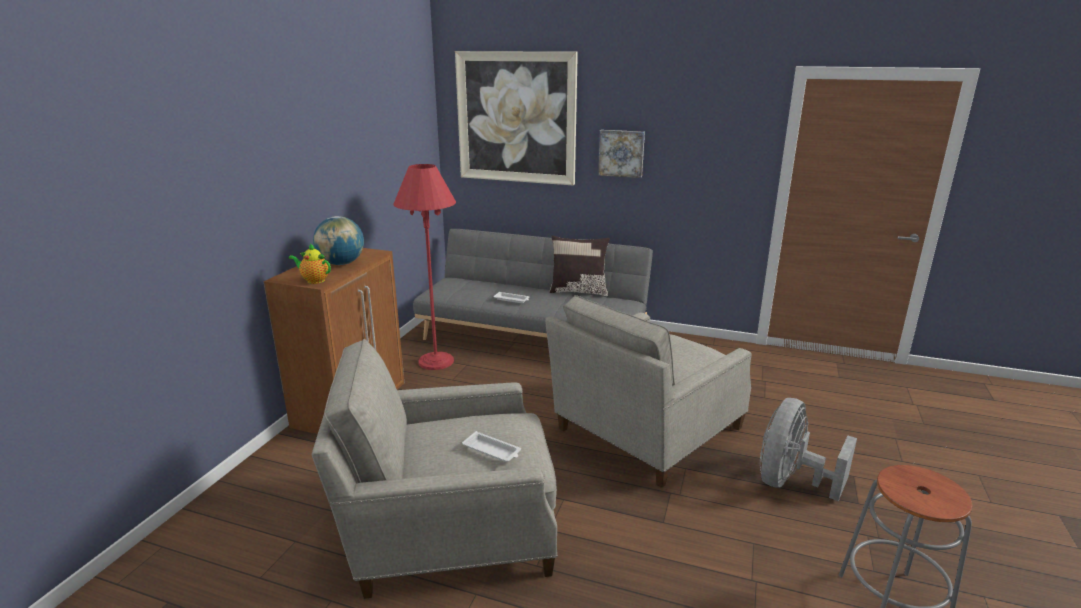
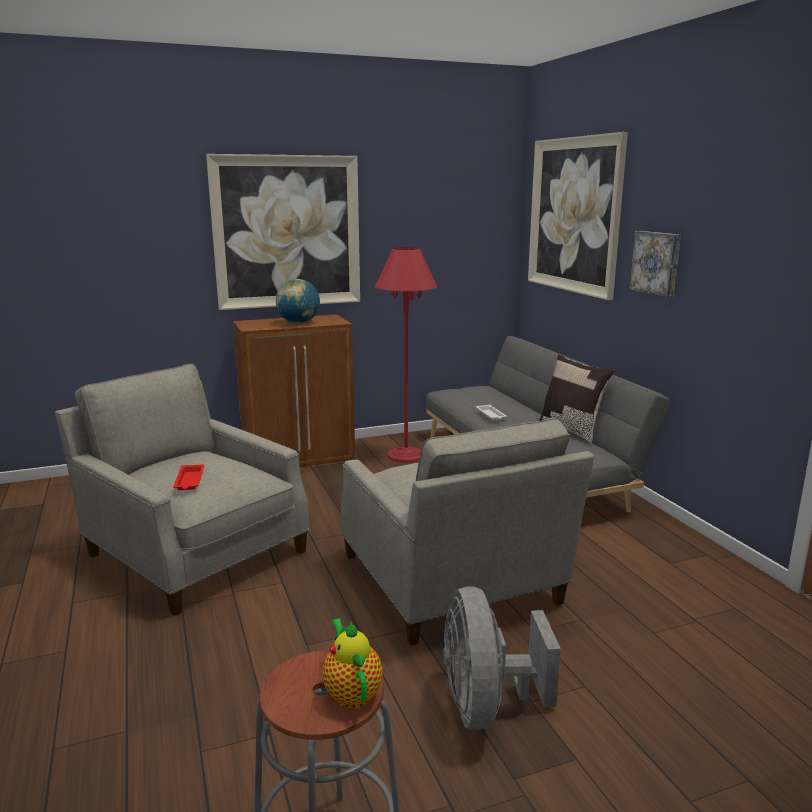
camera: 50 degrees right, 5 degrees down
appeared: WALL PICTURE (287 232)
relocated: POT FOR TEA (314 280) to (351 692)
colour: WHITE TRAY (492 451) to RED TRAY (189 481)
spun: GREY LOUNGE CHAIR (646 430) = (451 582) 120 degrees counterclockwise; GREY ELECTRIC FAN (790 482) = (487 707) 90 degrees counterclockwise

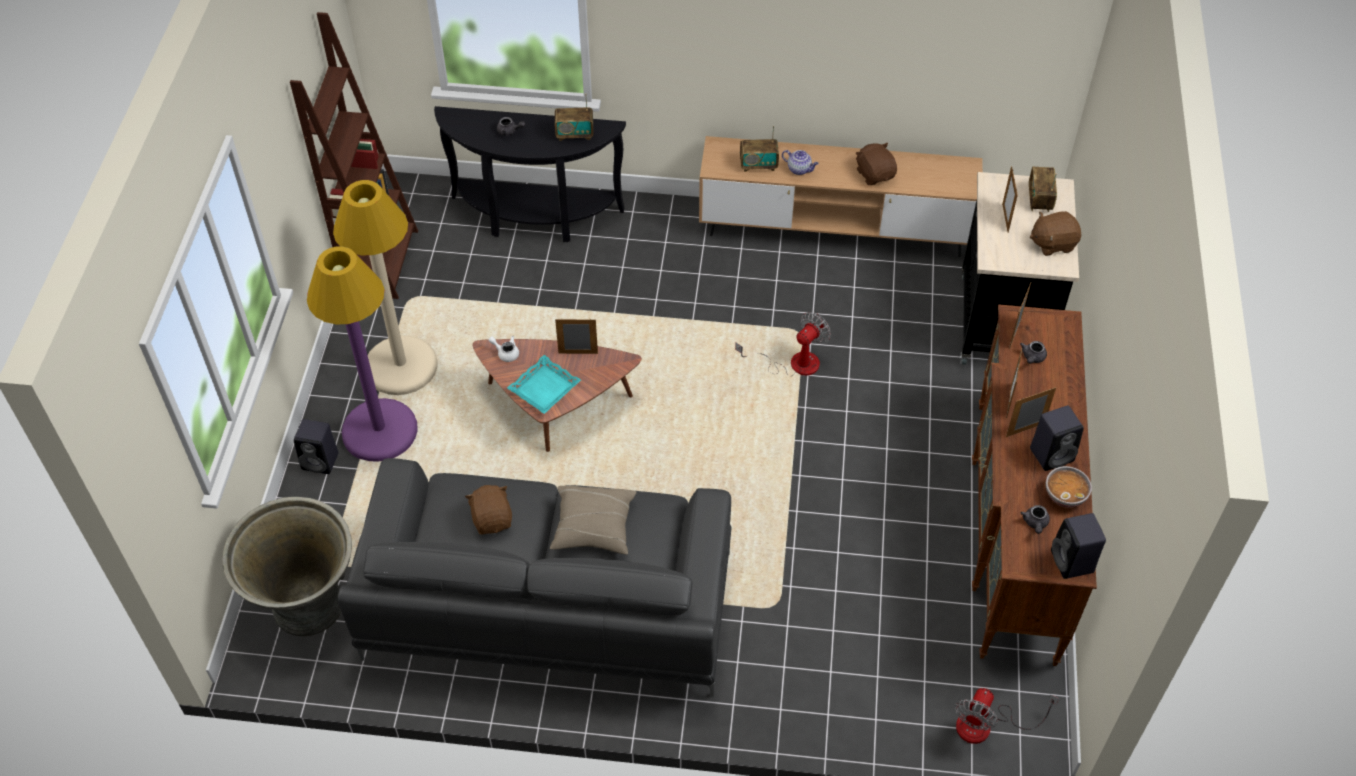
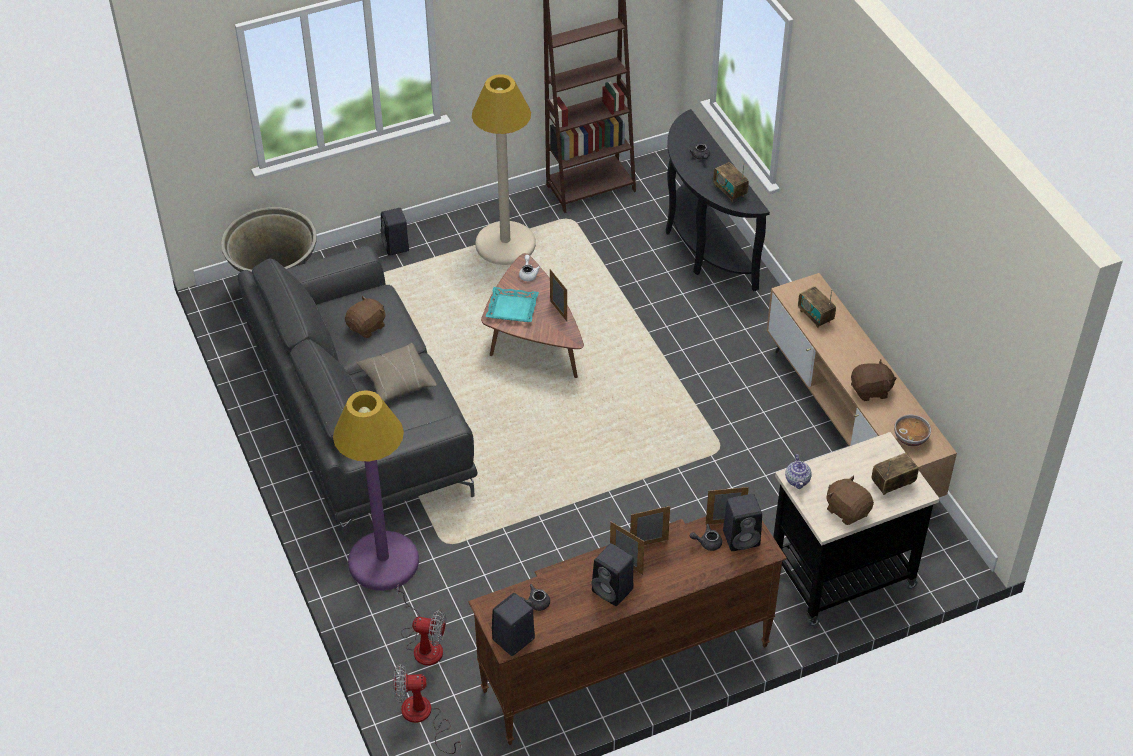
camera: 60 degrees right, 5 degrees down
missing: PHOTO FRAME (1005 218)
appeared: BLACK-COLOURED SPEAKER (742 538)
relocated: POT FOR TEA (799 169) to (797 481); PURPLE-COLOURED FLOOR LAMP (380 431) to (383 561); ELECTRIC FAN (793 363) to (423 644); BOWL (1064 495) to (911 438)
spun: BROWNISH SOFT TOY (875 174) = (871 390) 45 degrees clockwise

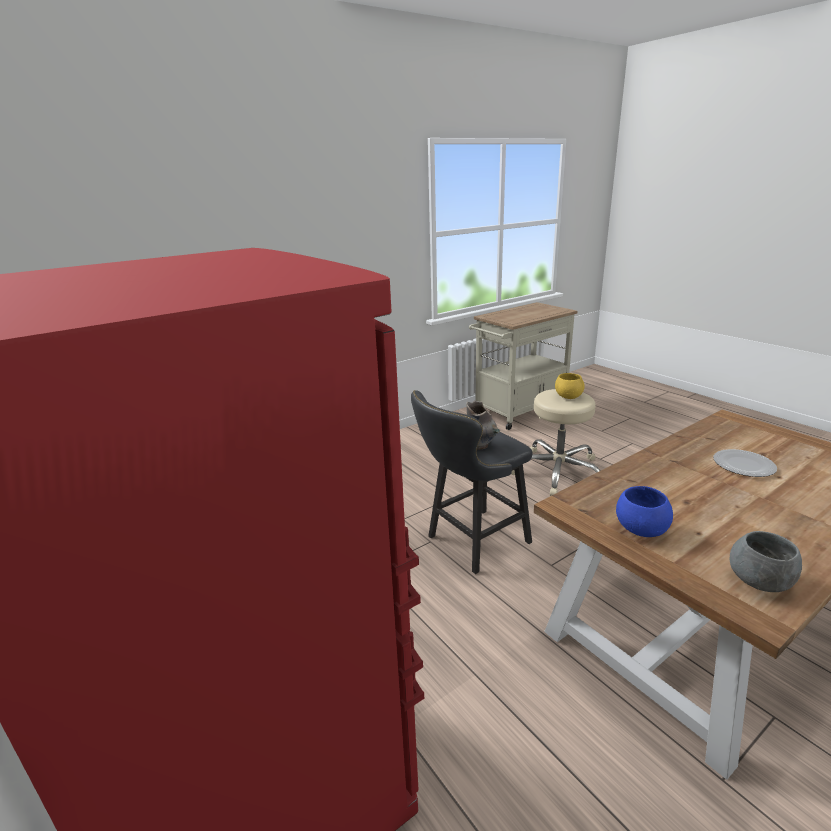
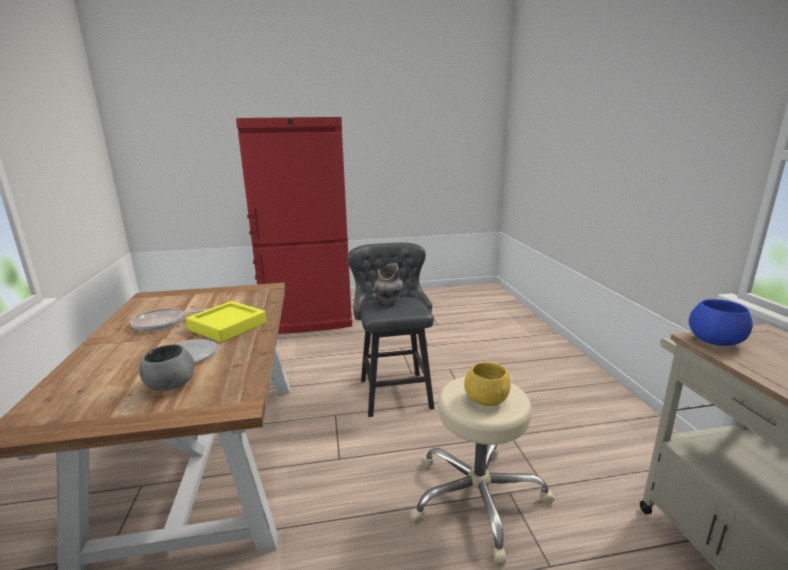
camera: 115 degrees right, 5 degrees down
appeared: YELLOW-COLOURED TRAY (227 326); SKILLET (162 323)
relocated: BLUE BOWL (641 529) to (715 341); GREY BOWL (759 582) to (171 385)

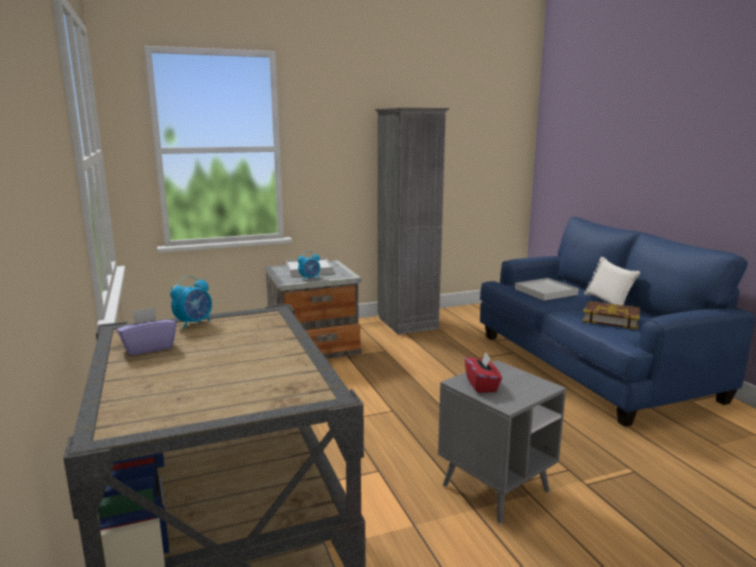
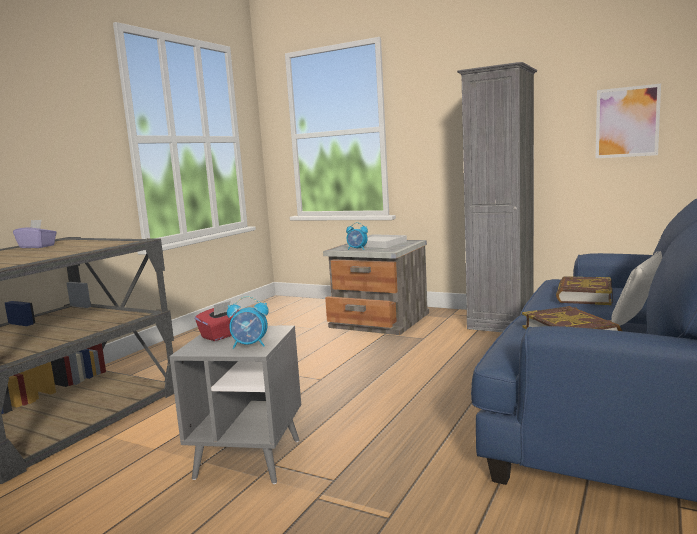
camera: 50 degrees right, 5 degrees down
appeared: WALL PICTURE (627 122)
relocated: TABLE CLOCK (194 323) to (250 345)
exchanged: WHITE TRAY (545 292) to BOUND BOOK (583 296)

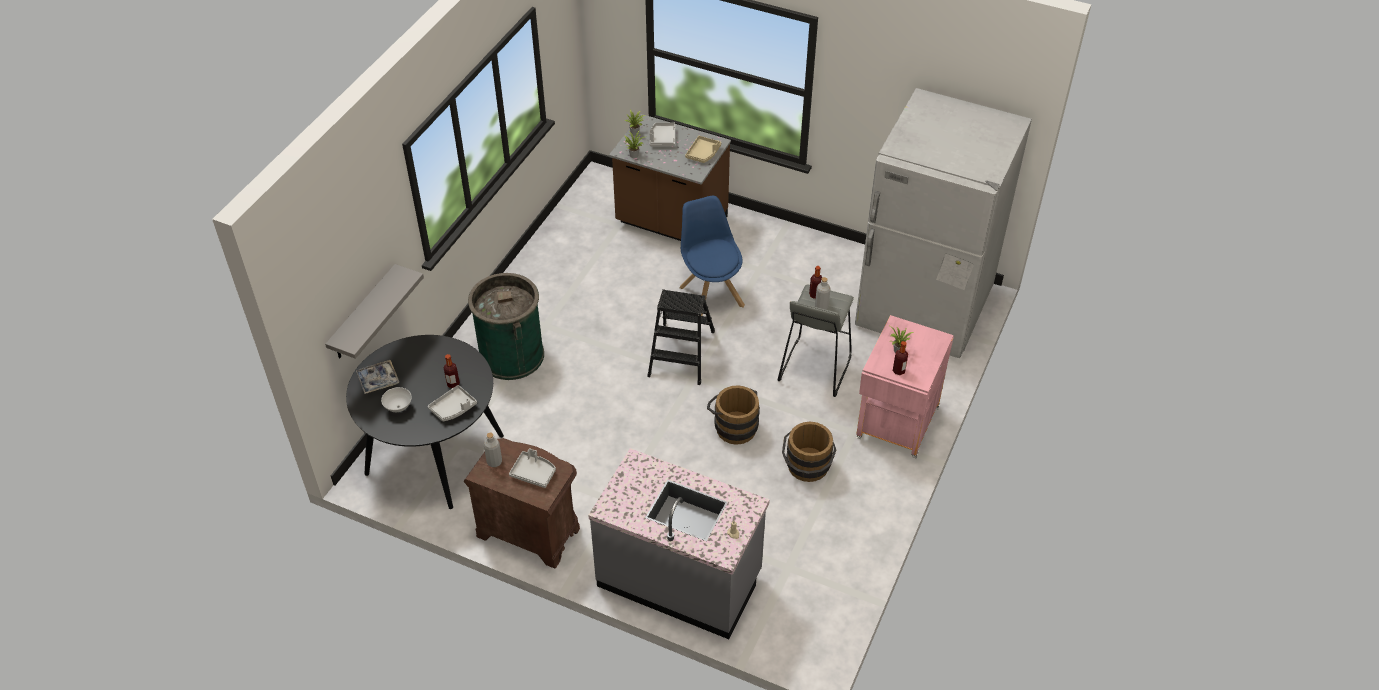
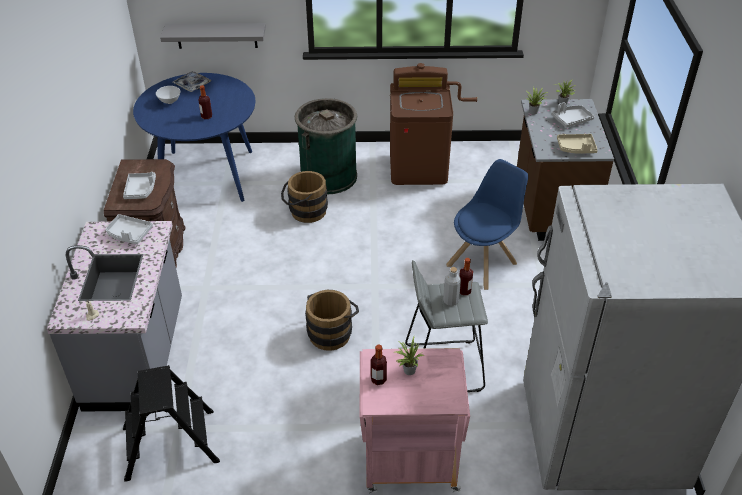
camera: 65 degrees right, 5 degrees down
missing: GREY DRINK BOTTLE (494 462)
appeared: BROWNISH LAUNDRY MACHINE (420 169)
relocated: BLACK-COLOURED STEPLADDER (681 353) to (170 444); GREY TRAY (453 408) to (129 234); BROWNISH PAIL (807 469) to (304 211)
colour: BLACK-COLOURED DINING TABLE (435 455) to BLUE DINING TABLE (206 176)

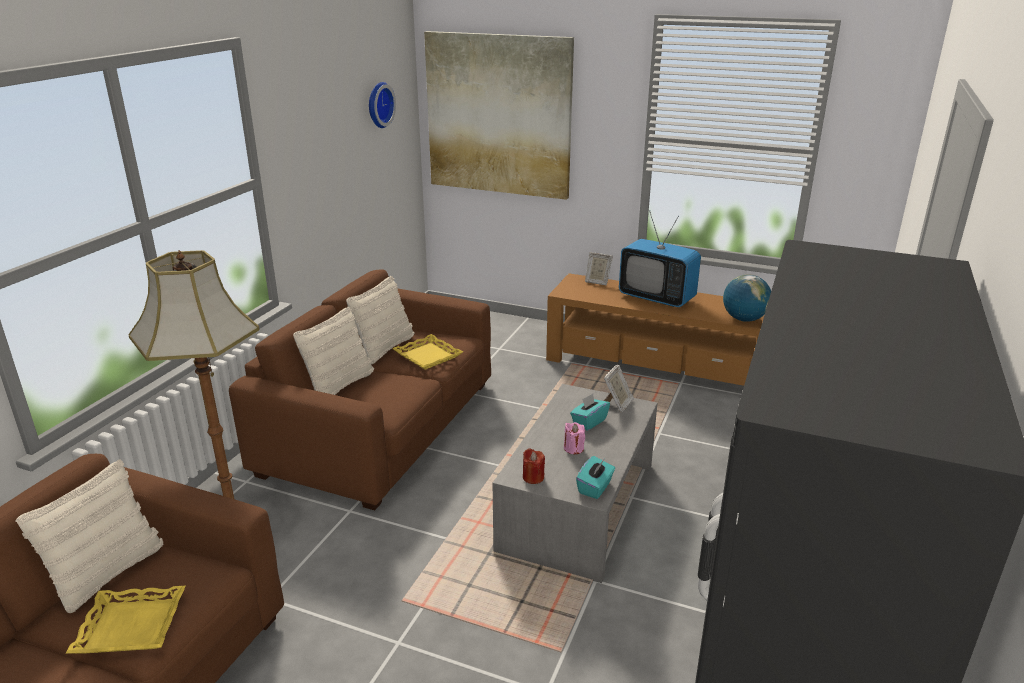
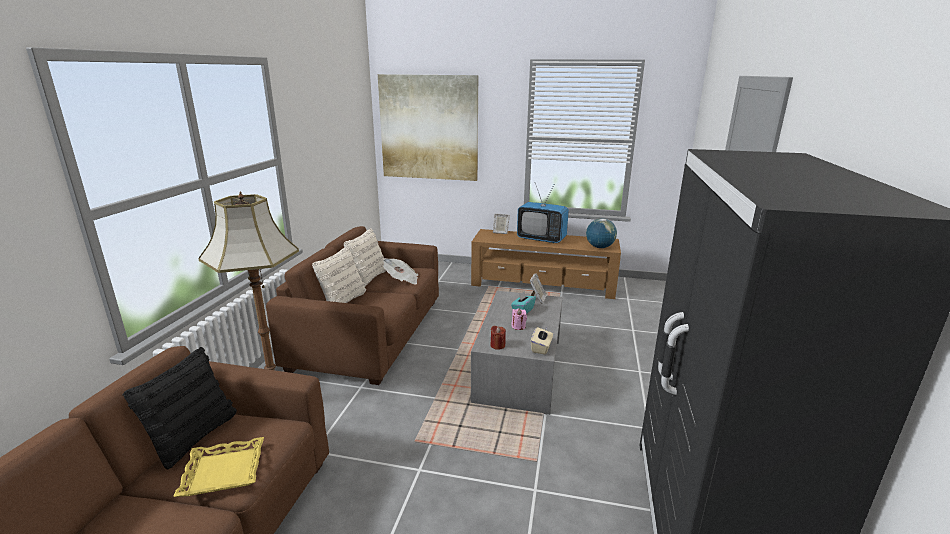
camera: 10 degrees left, 5 degrees down
missing: HANGING CLOCK (378 105)
exchanged: YELLOW-COLOURED TRAY (428 356) to PRINTED PAPER (401 280)
colour: TURQUOISE TISSUE BOX (595 488) to BEIGE-COLOURED TISSUE BOX (541 348); BEIGE-COLOURED CUSHION (108 574) to BLACK-COLOURED CUSHION (194 438)

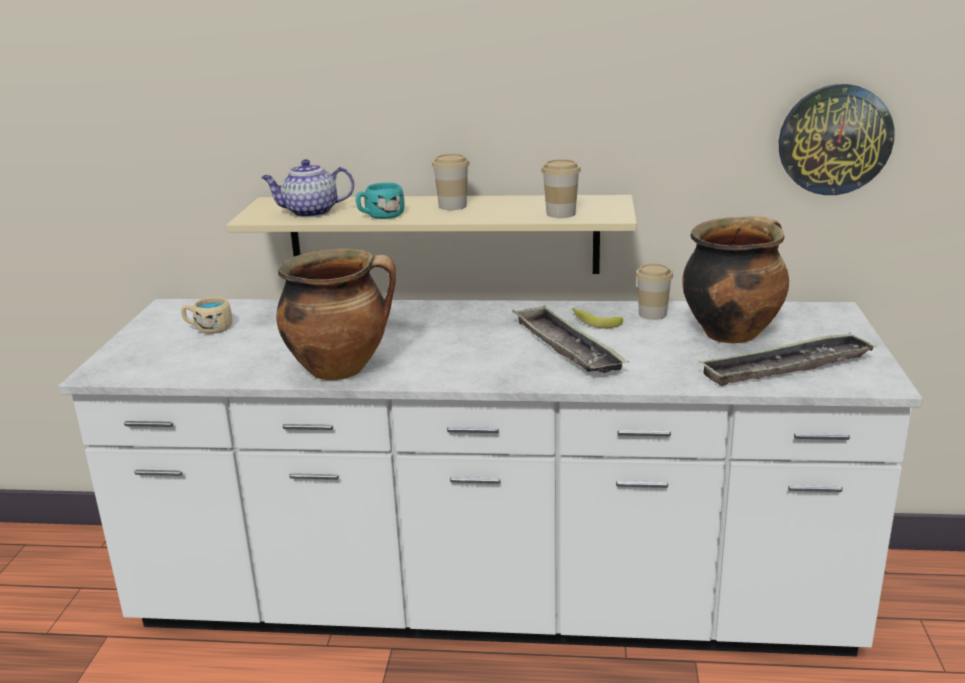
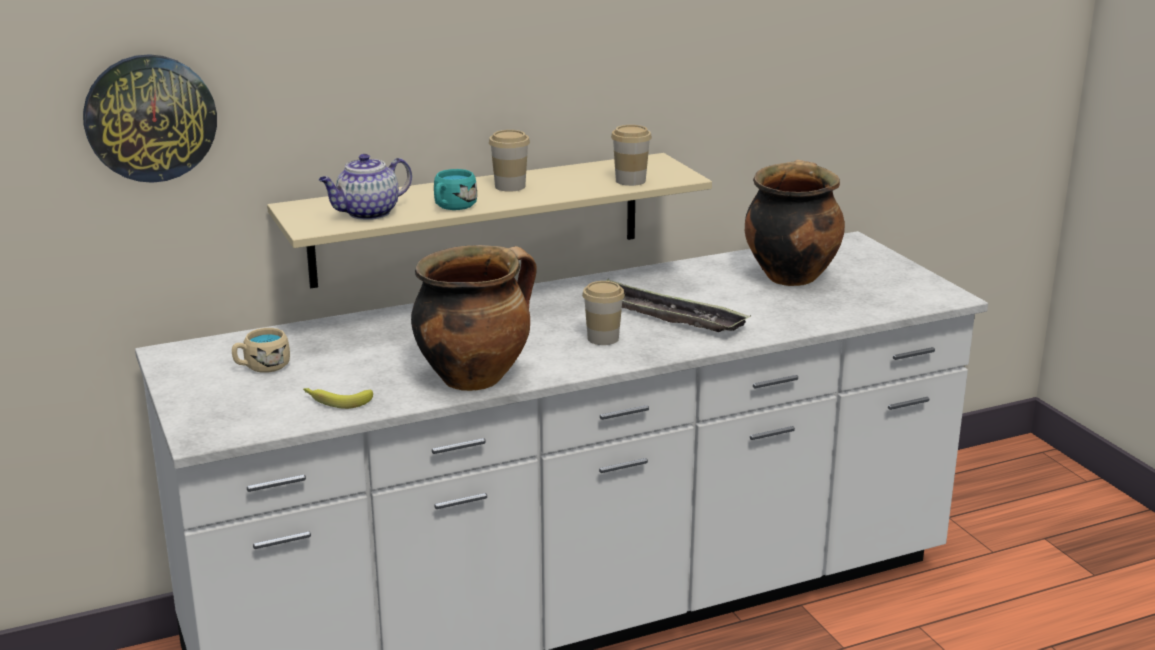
camera: 30 degrees left, 0 degrees up
missing: TRAY (786 368)
relocated: HANGING CLOCK (834 139) to (150 118); DRINKING CUP (652 314) to (603 338); BANANA (594 321) to (336 401)

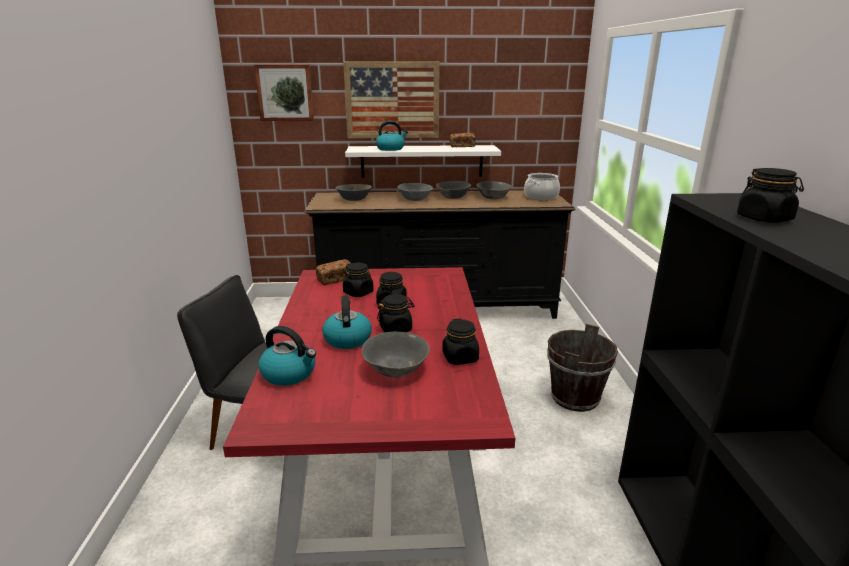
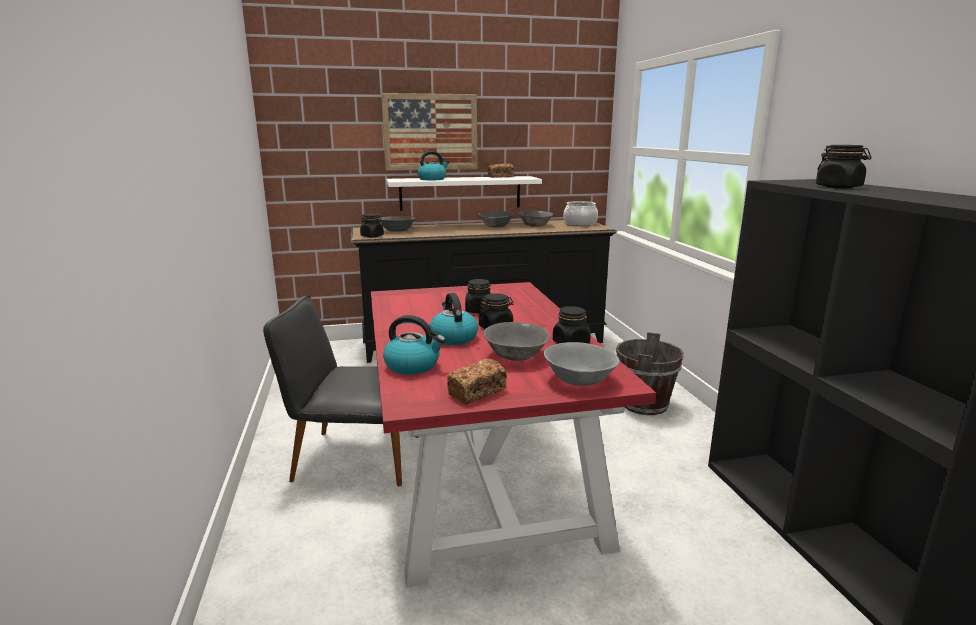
camera: 10 degrees left, 5 degrees down
missing: WALL PICTURE (285 93)
relocated: GREY BOWL (414 199) to (578 380); BREAD (335 279) to (477 392); BLACK-COLOURED JAR (358 293) to (372 236)

